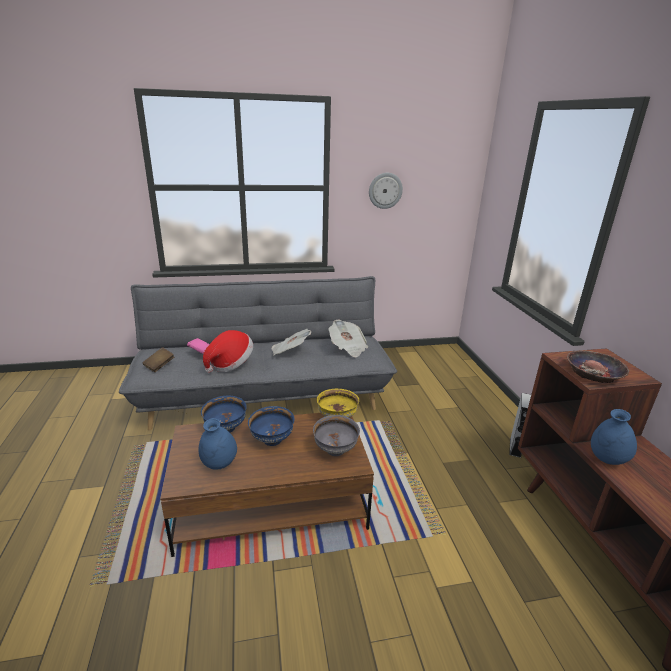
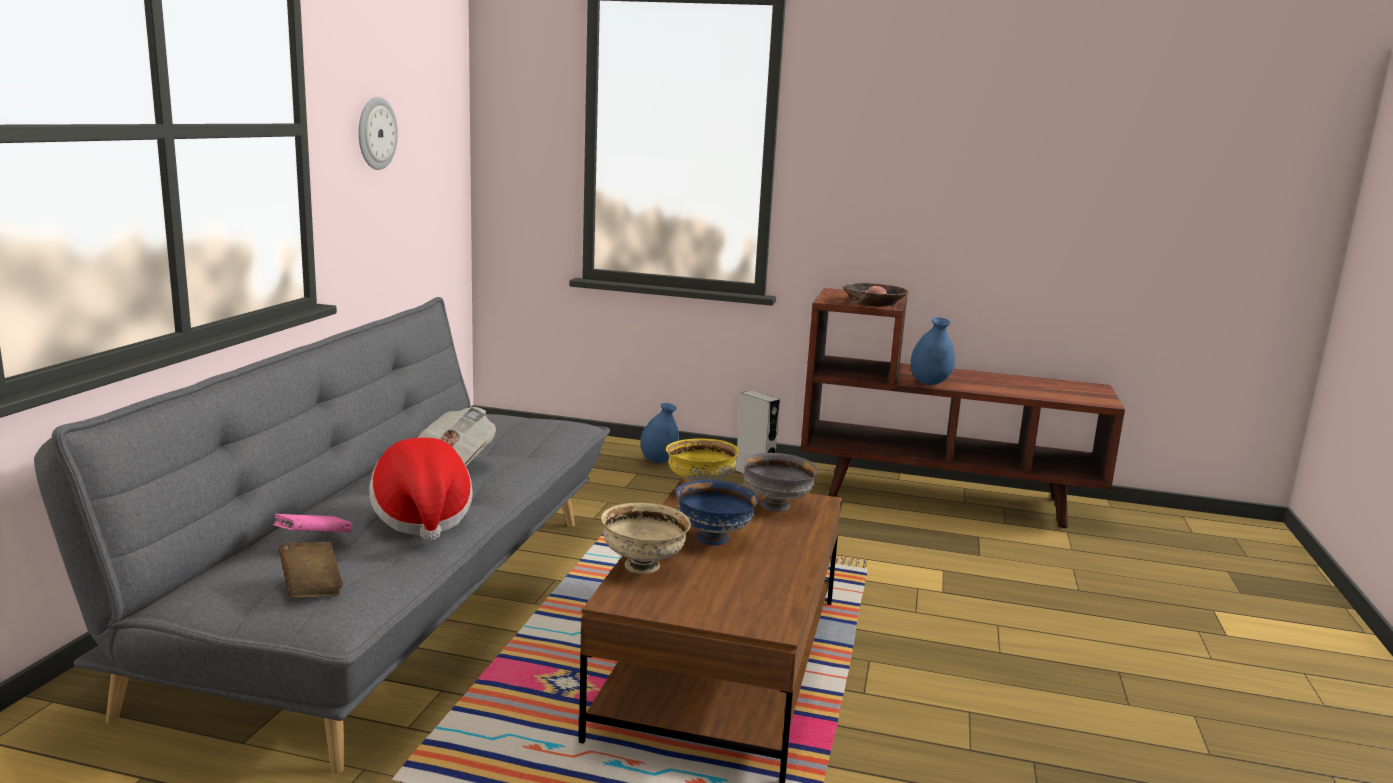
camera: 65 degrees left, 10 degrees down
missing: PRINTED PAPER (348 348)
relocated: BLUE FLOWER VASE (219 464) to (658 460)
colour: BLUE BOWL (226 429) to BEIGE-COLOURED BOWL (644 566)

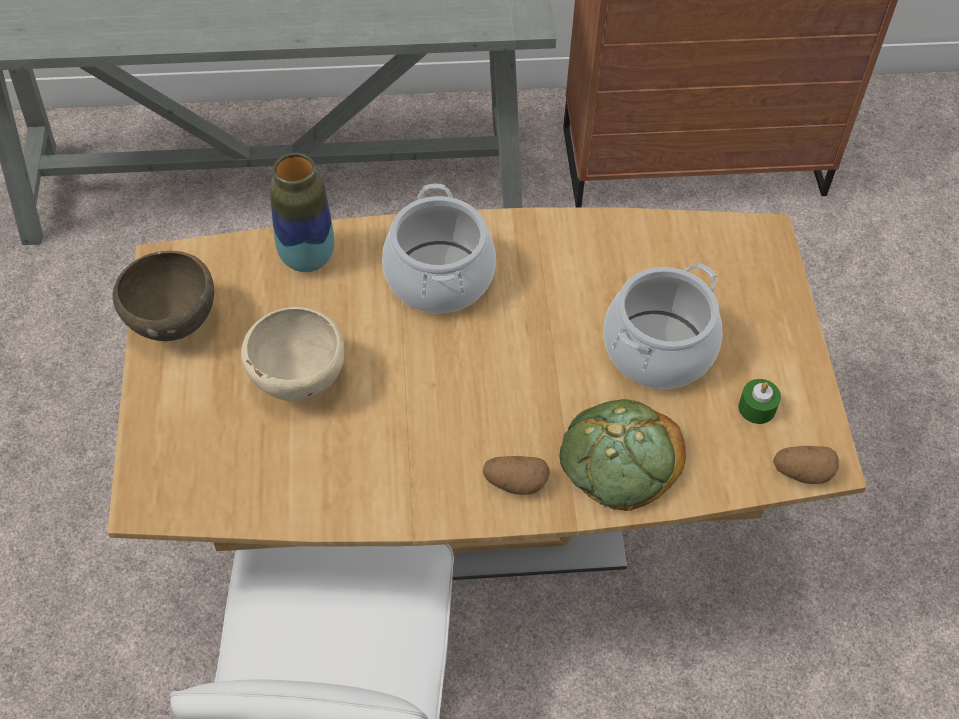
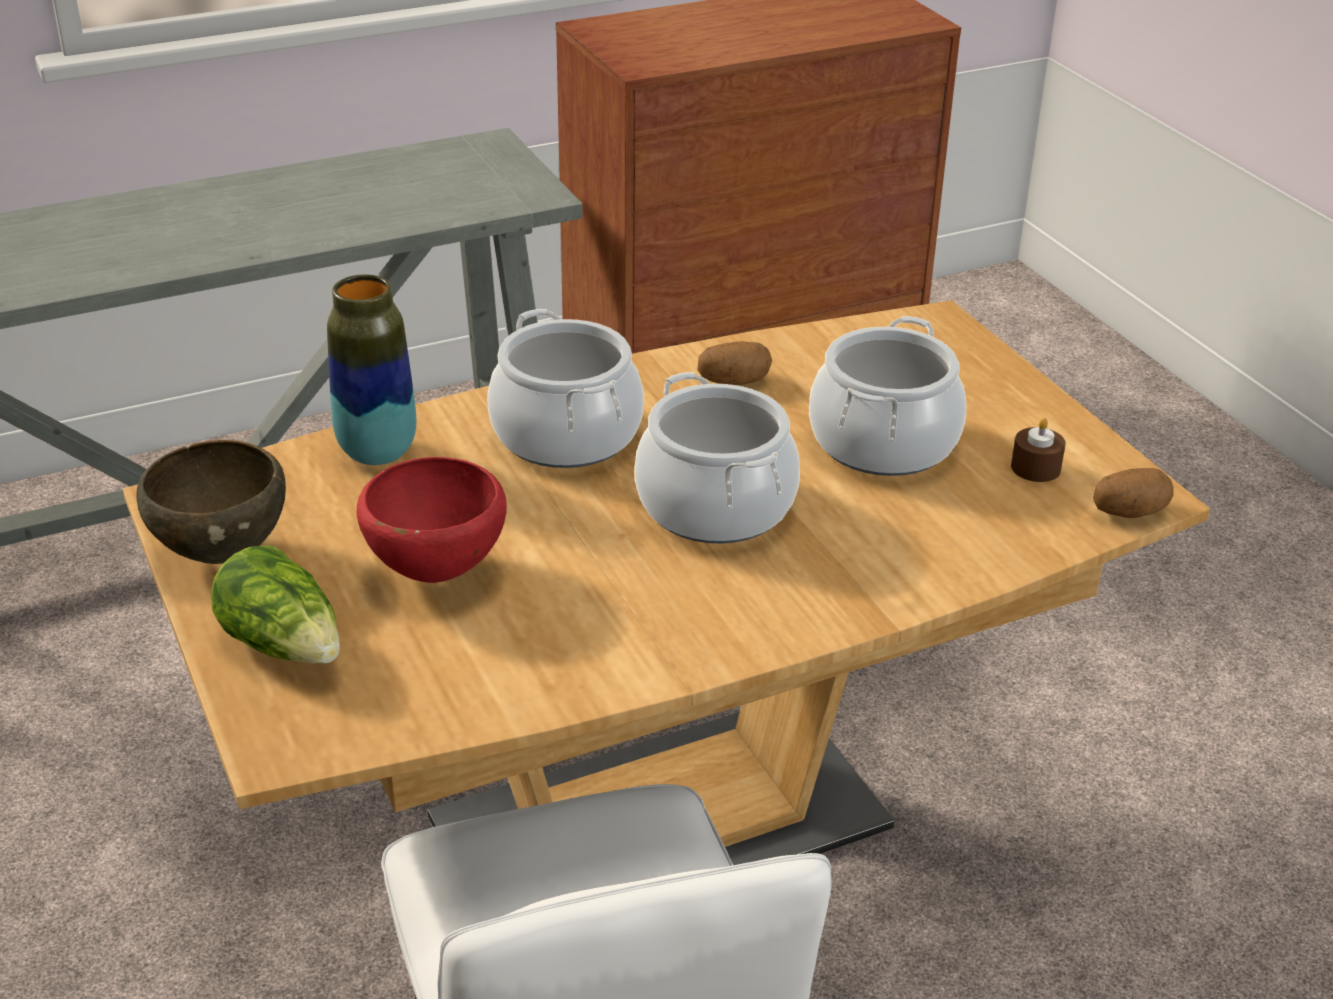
camera: 20 degrees left, 20 degrees down
missing: BREAD (620 458)
appeared: COOKING POT (716 505); HEAD OF LETTUCE (285 645)
relocated: WHOLE POTATO (515 483) to (734 382)
colour: BEIGE-COLOURED BOWL (297 383) to RED BOWL (435 573); GREEN-COLOURED WAX CANDLE (757 408) to BROWNISH WAX CANDLE (1035 468)

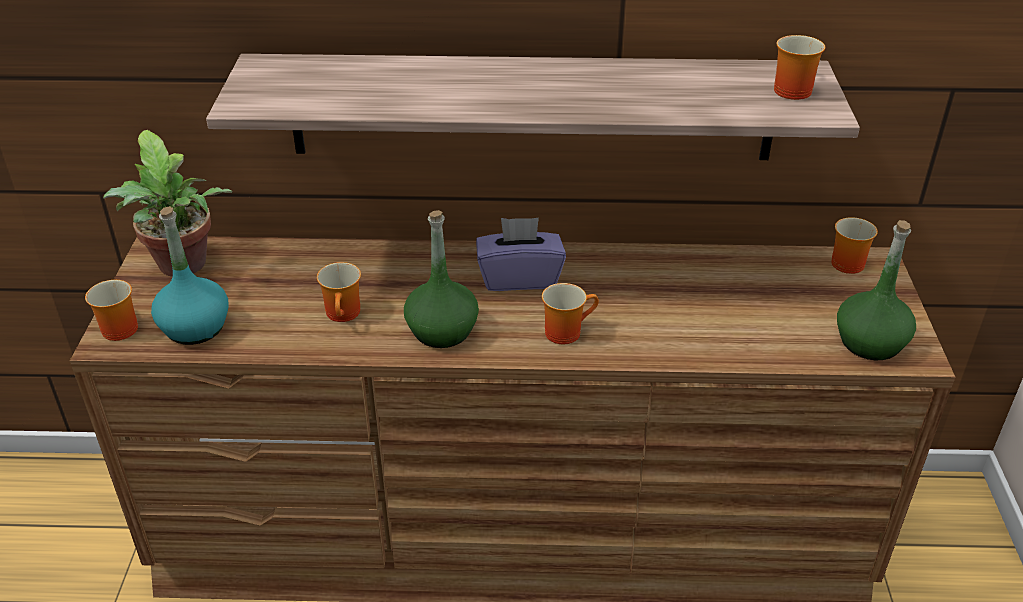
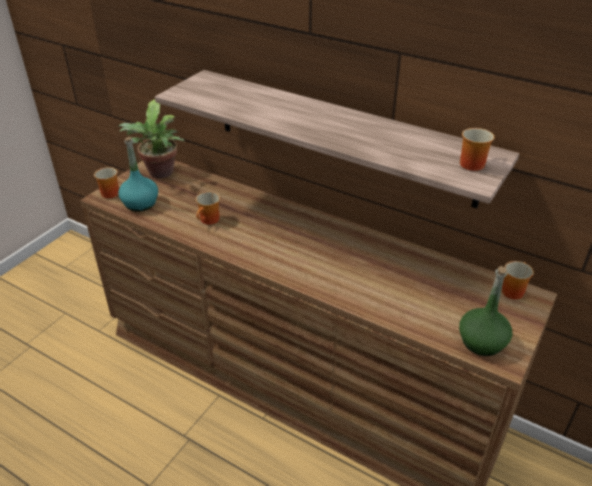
camera: 30 degrees right, 0 degrees up
missing: GREEN-COLOURED DRINK BOTTLE (441 331); PURPLE-COLOURED TISSUE BOX (519 277); COFFEE MUG (565 330)

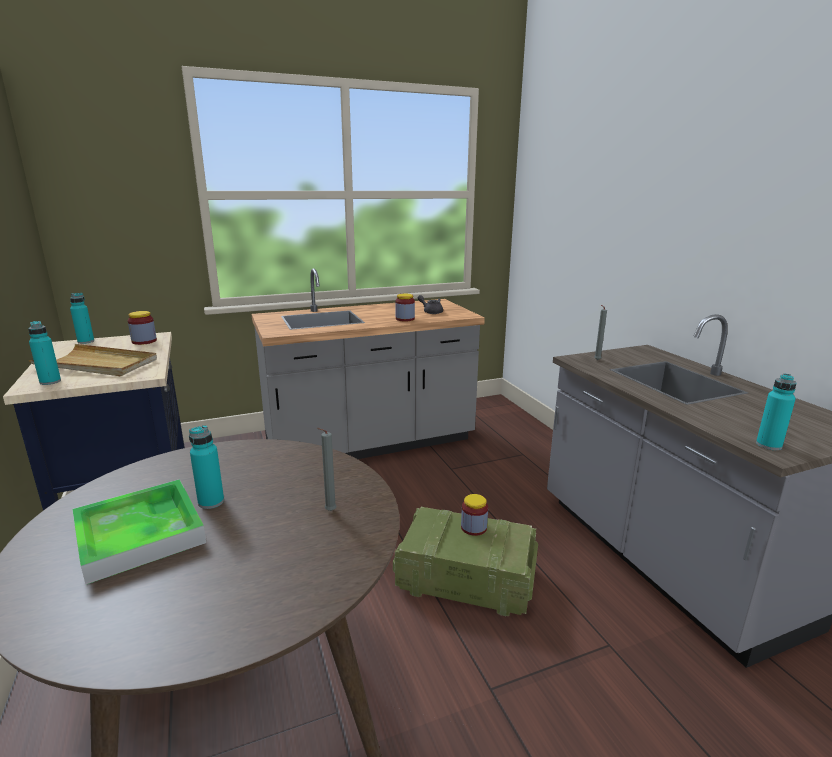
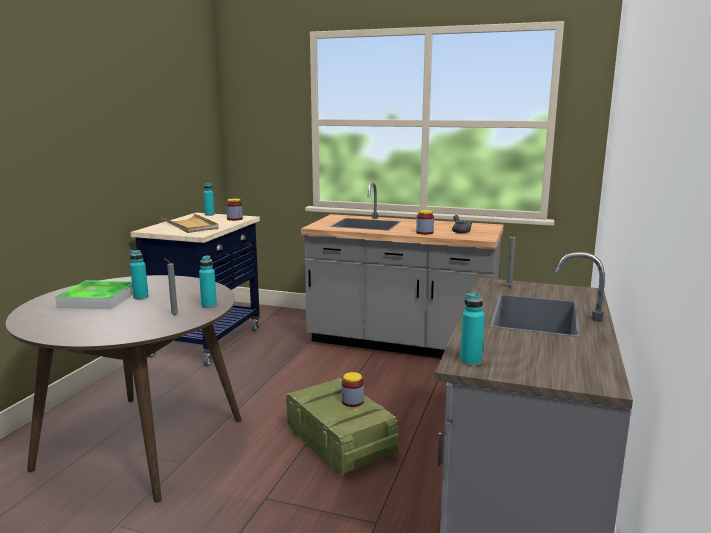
camera: 40 degrees right, 5 degrees down
relocated: TURQUOISE DRINK BOTTLE (50 382) to (209 305)

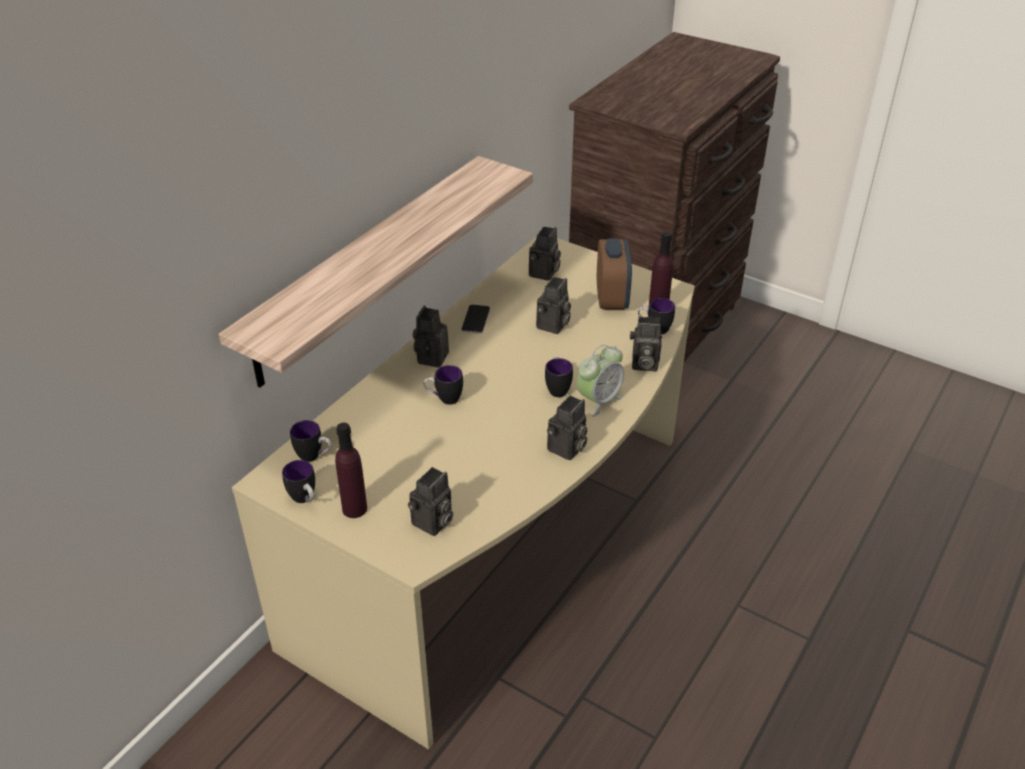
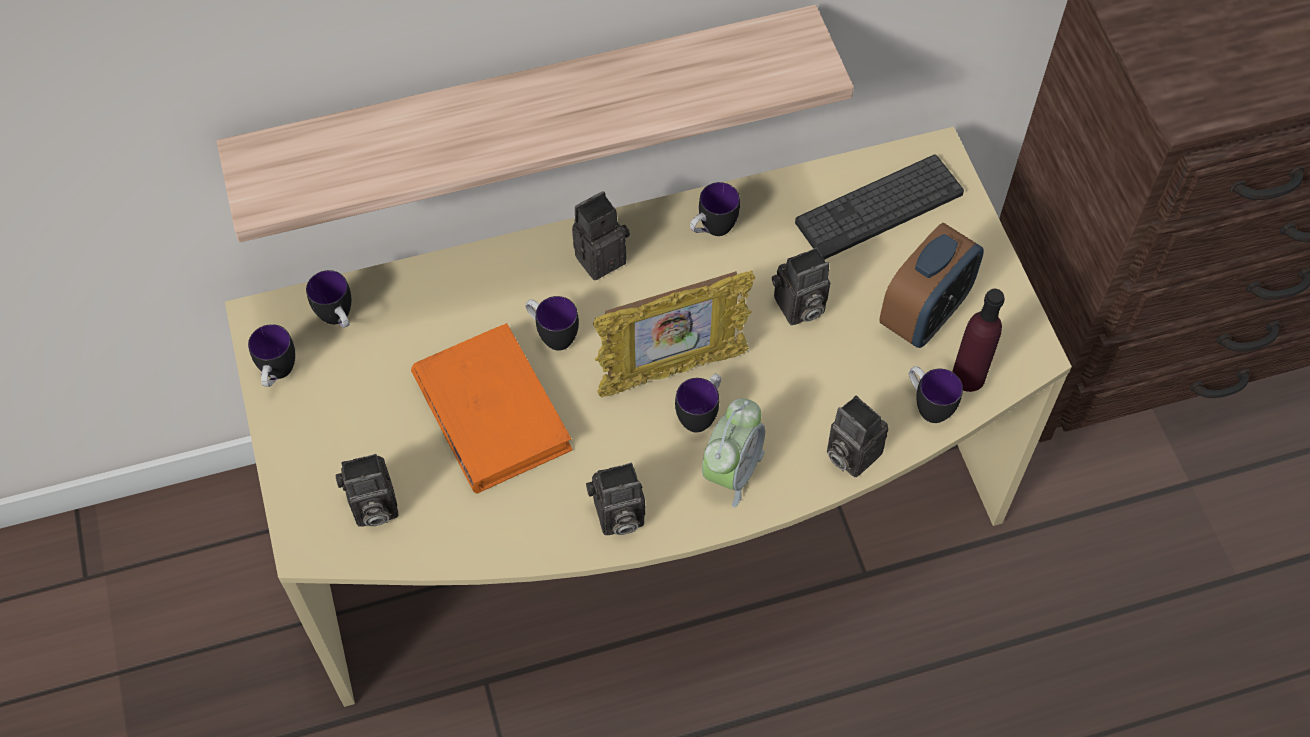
camera: 40 degrees right, 20 degrees up
missing: PURPLE-COLOURED DRINK BOTTLE (354 509)
appeared: PHOTO FRAME (672 372); ORANGEY BOUND BOOK (491 411)
exchanged: STILL CAMERA (544 274) to COMPUTER KEYBOARD (879 208); PHONE (476 319) to COFFEE MUG (712 230)
spun: TABLE CLOCK (599 400) = (732 471) 60 degrees counterclockwise

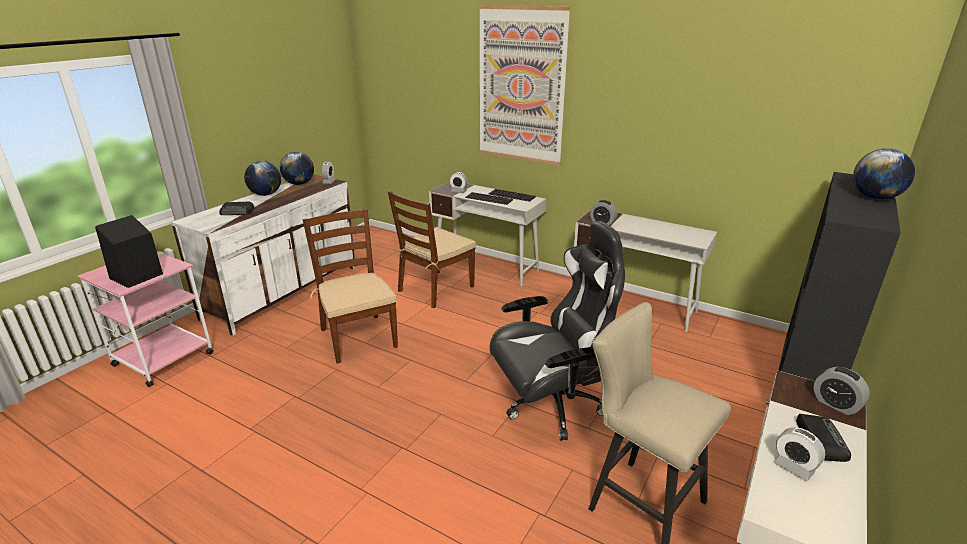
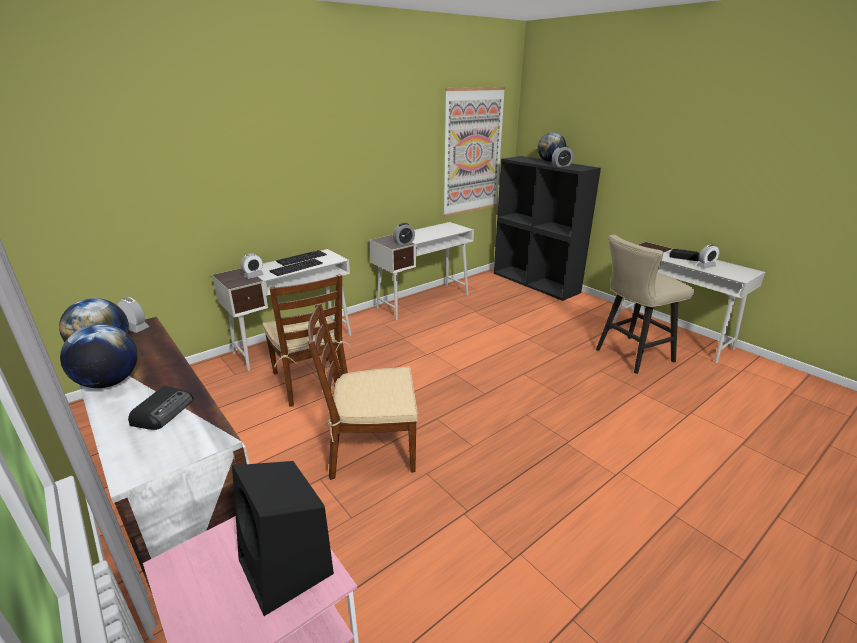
camera: 70 degrees left, 0 degrees up
missing: BLACK-COLOURED DESK CHAIR (549 407)
relocated: WALL PICTURE (521 86) to (473 152); TABLE CLOCK (835 404) to (561 165)

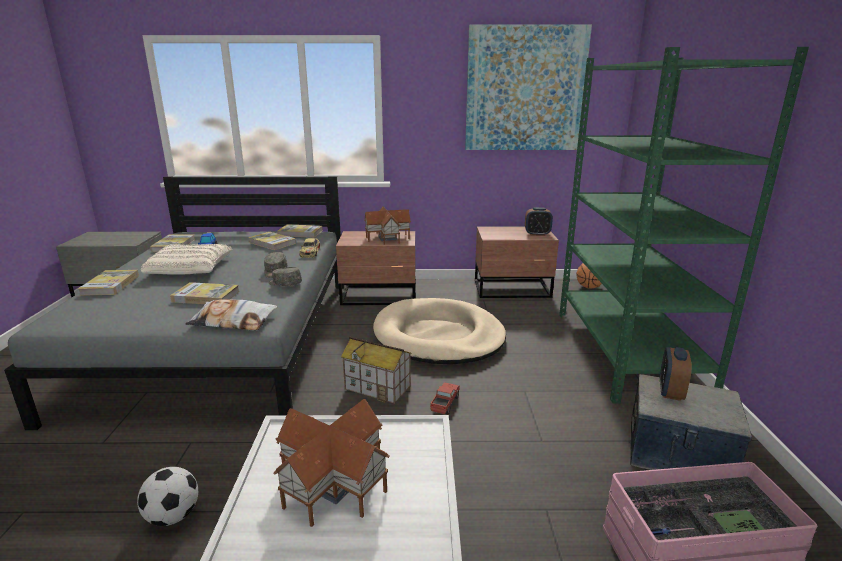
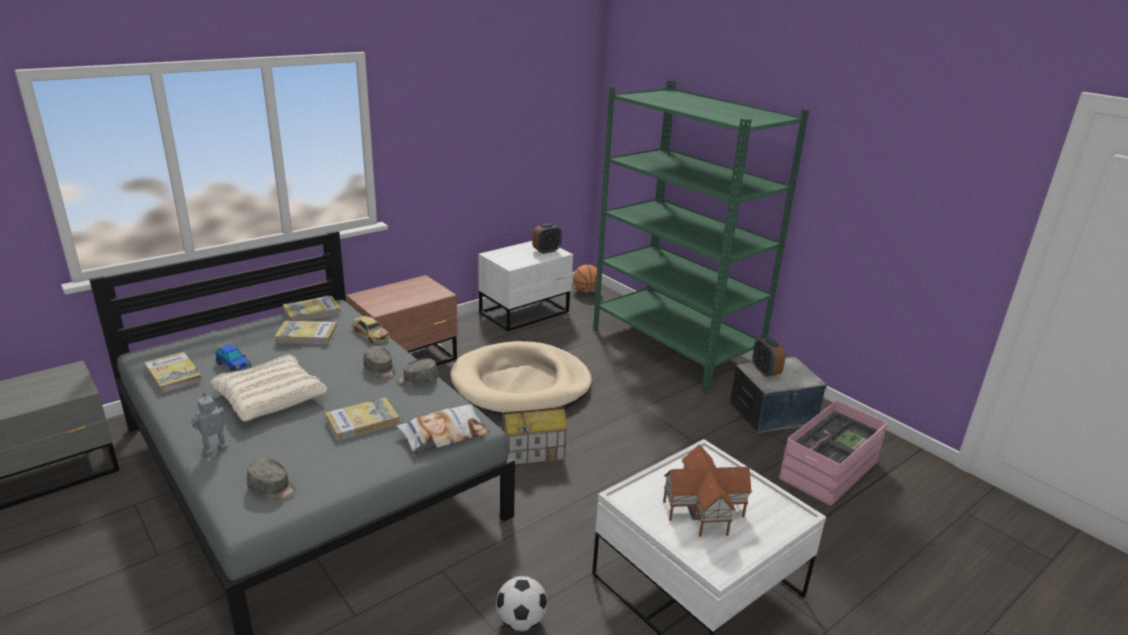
camera: 40 degrees left, 5 degrees up
missing: WALL PICTURE (525 89); MODEL HOUSE (387 238); TOY LORRY (445 404)
appeared: GREY CAP (272 488)
exchanged: BOUND BOOK (110 285) to MODEL ROBOT (215 450)
colour: BROWNISH BEDSIDE TABLE (513 289) to WHITE BEDSIDE TABLE (526 312)

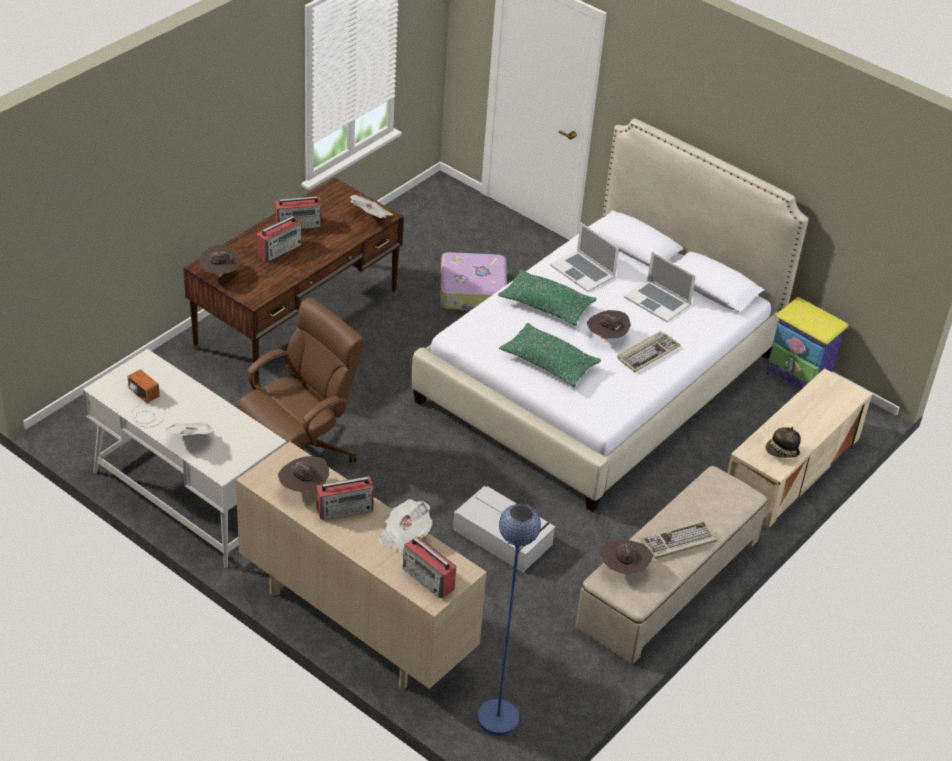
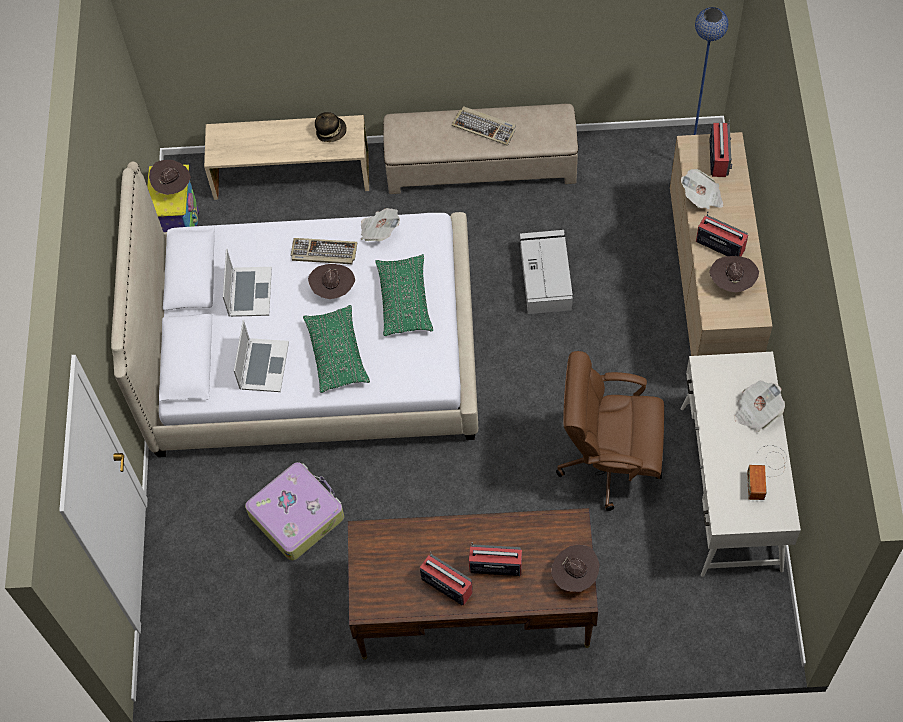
camera: 125 degrees left, 20 degrees up
relocated: PRINTED PAPER (371 216) to (379 231); BROWNISH CLOTHING HAT (623 569) to (173 186)

